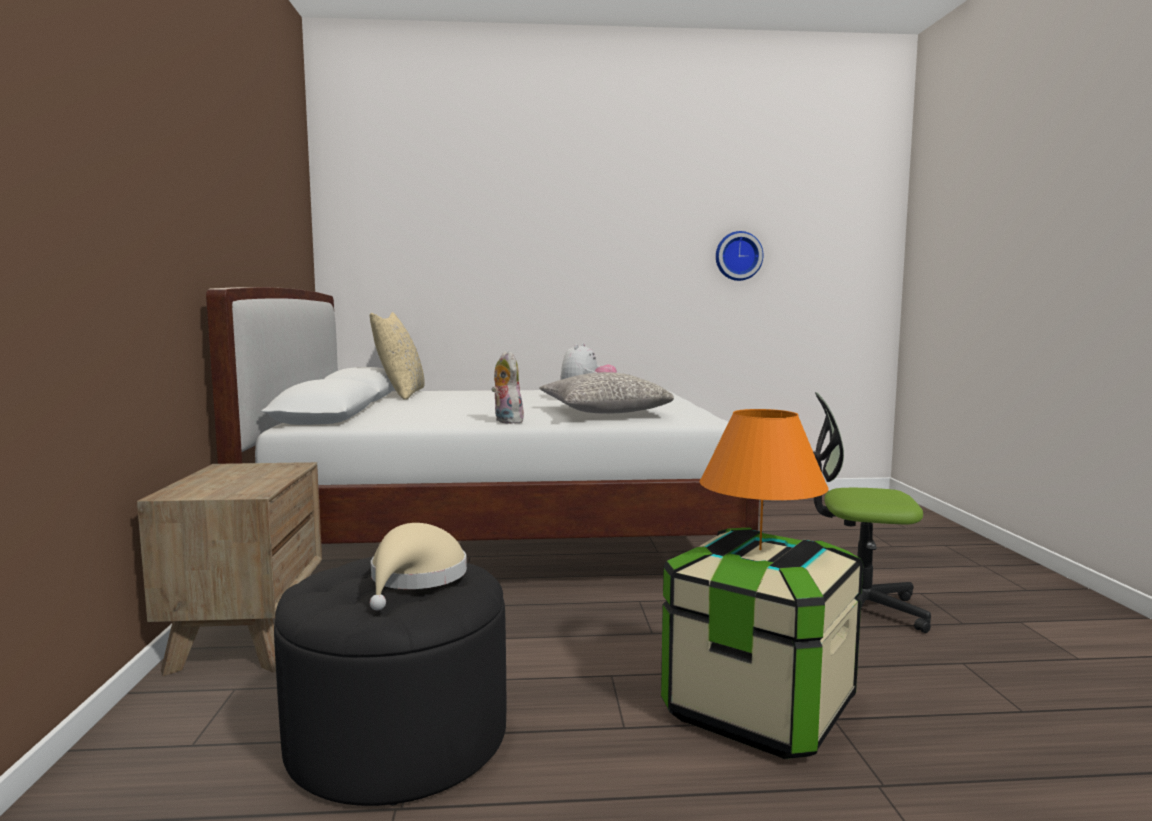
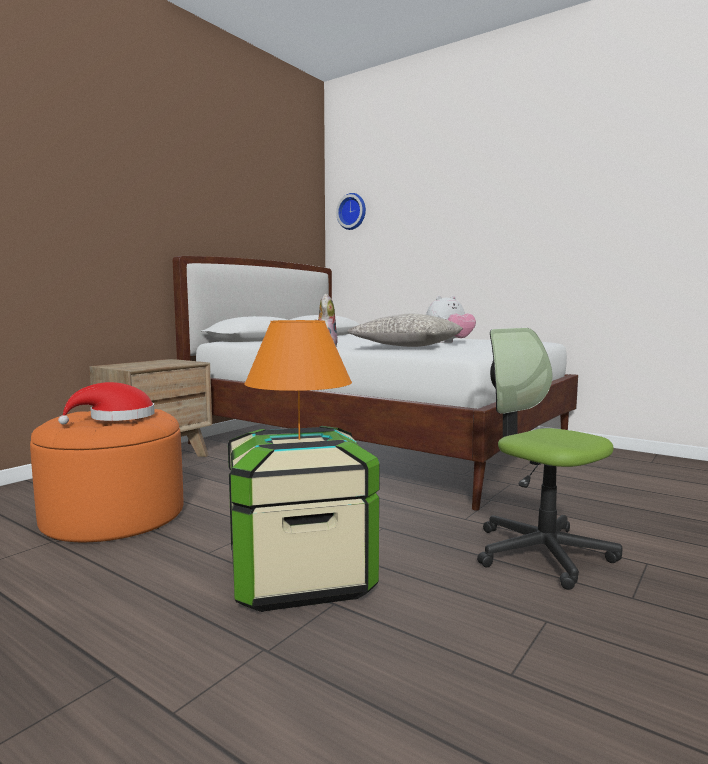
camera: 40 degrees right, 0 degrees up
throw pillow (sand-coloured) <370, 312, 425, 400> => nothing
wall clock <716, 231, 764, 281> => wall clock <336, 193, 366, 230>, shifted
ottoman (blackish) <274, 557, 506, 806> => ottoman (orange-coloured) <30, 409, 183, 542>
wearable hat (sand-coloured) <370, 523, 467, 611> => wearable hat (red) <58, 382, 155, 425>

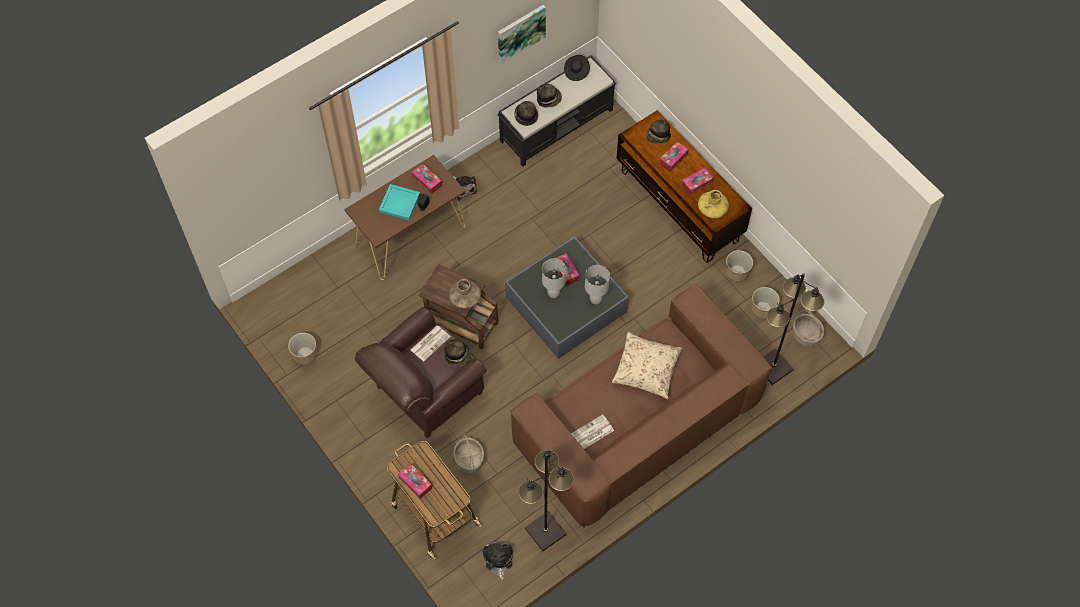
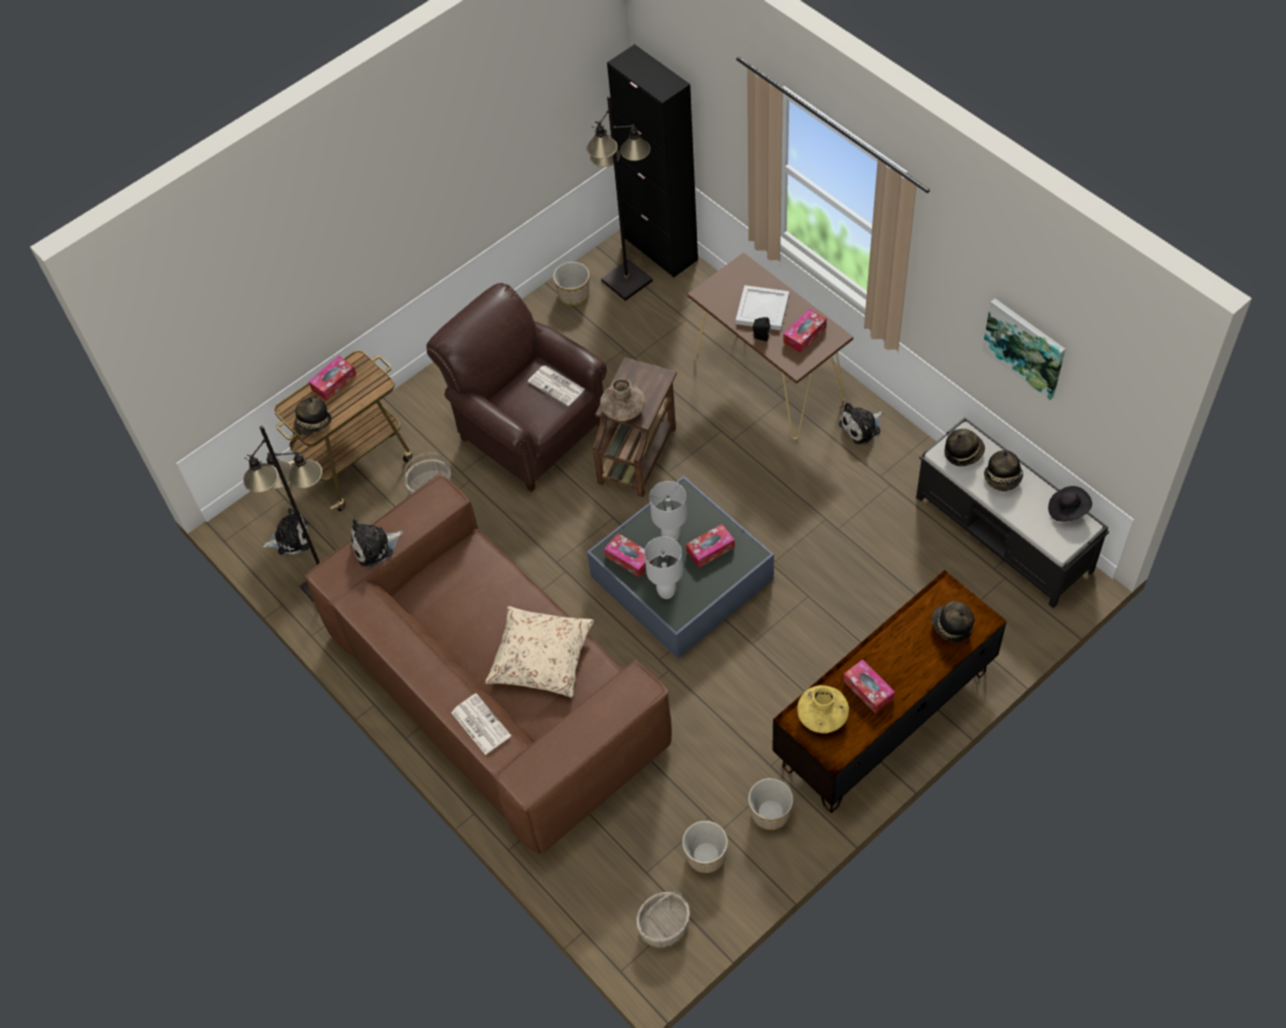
camera: 90 degrees right, 5 degrees down
nothing => cuddly toy <351, 518, 403, 567>
nothing => cupboard (blackish) <607, 44, 698, 278>
wearable hat <444, 339, 471, 366> => wearable hat <294, 397, 332, 435>, shifted
printed paper <571, 414, 614, 449> => printed paper <451, 693, 511, 755>, shifted
tissue box <659, 141, 689, 172> => tissue box <604, 533, 653, 578>, shifted
standard lamp (blackish) <764, 273, 824, 385> => standard lamp (blackish) <586, 96, 653, 301>, shifted
serving tray (turquoise) <379, 184, 420, 220> => serving tray (white-coloured) <736, 285, 789, 330>

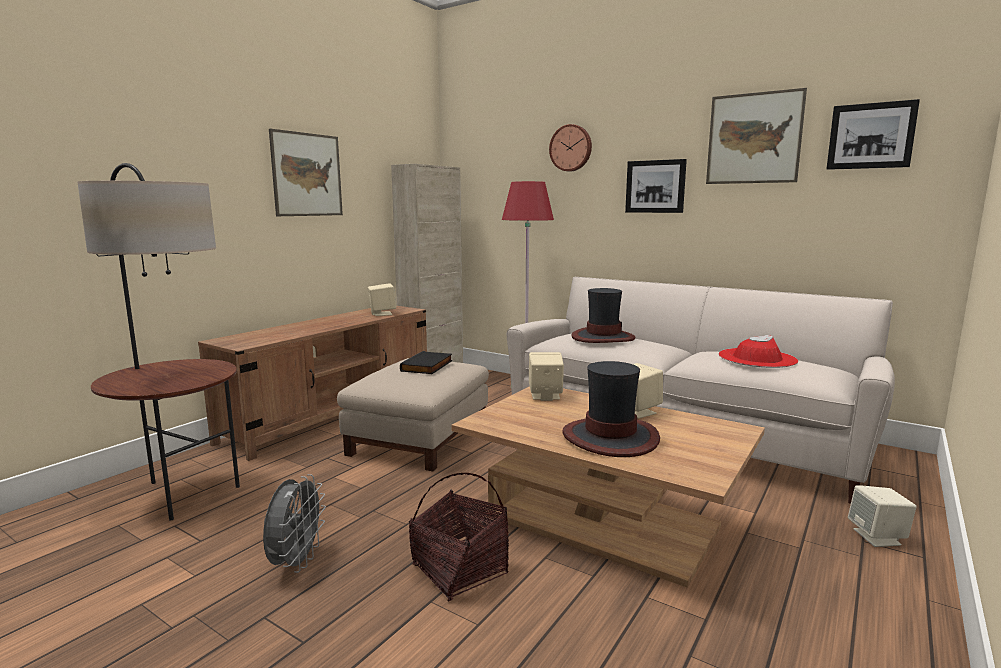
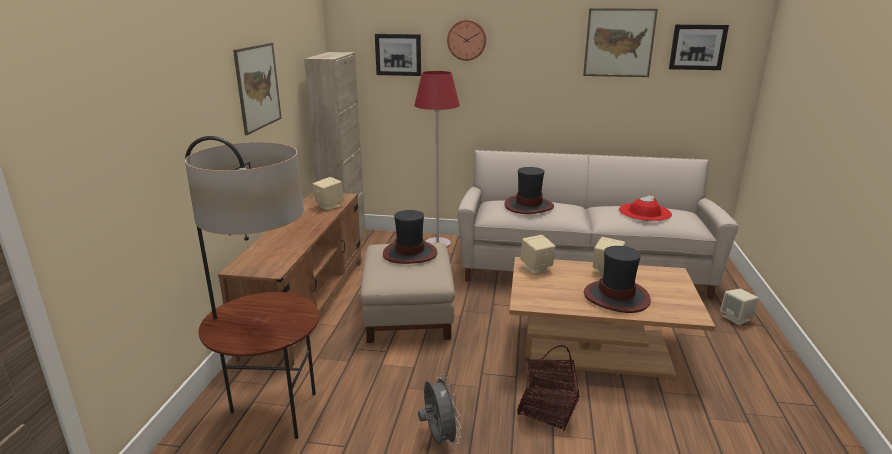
camera: 25 degrees left, 10 degrees up
wall picture <625, 159, 687, 213> => wall picture <375, 34, 421, 76>, shifted
volume (blackish) <400, 351, 453, 374> => wearable hat <383, 210, 437, 264>

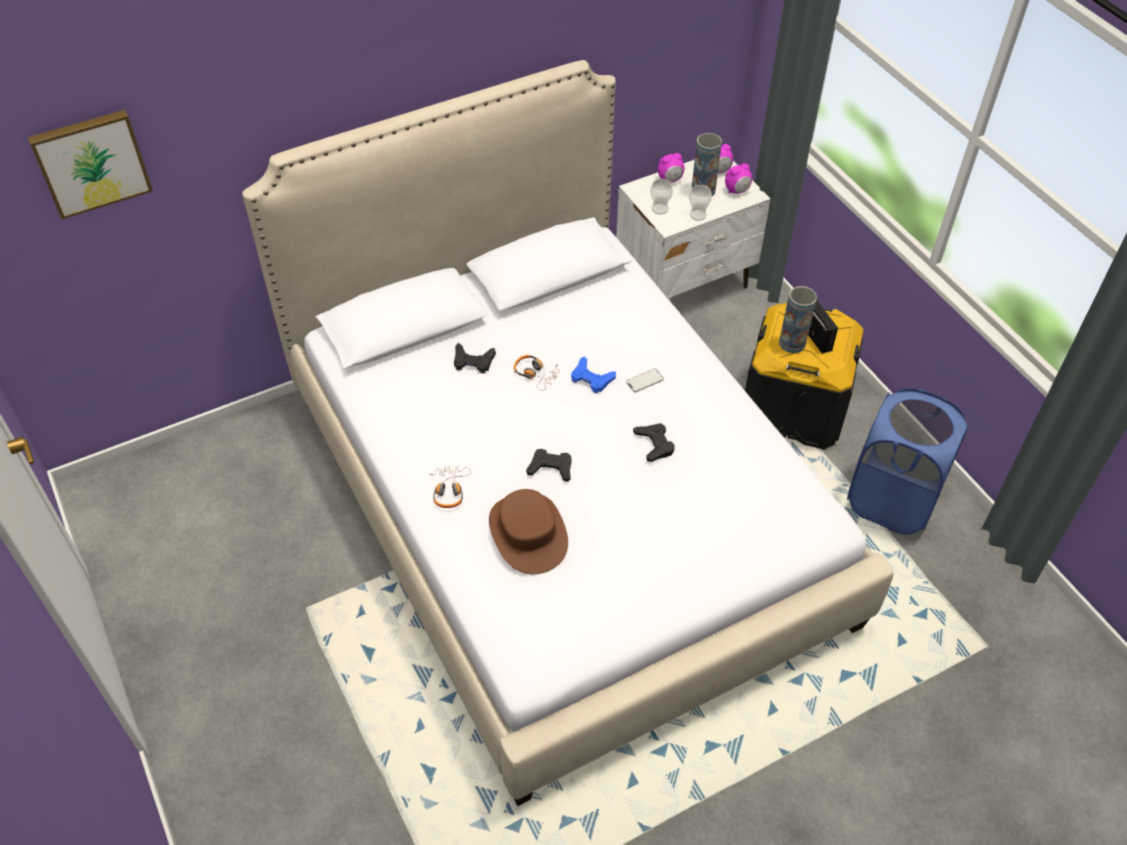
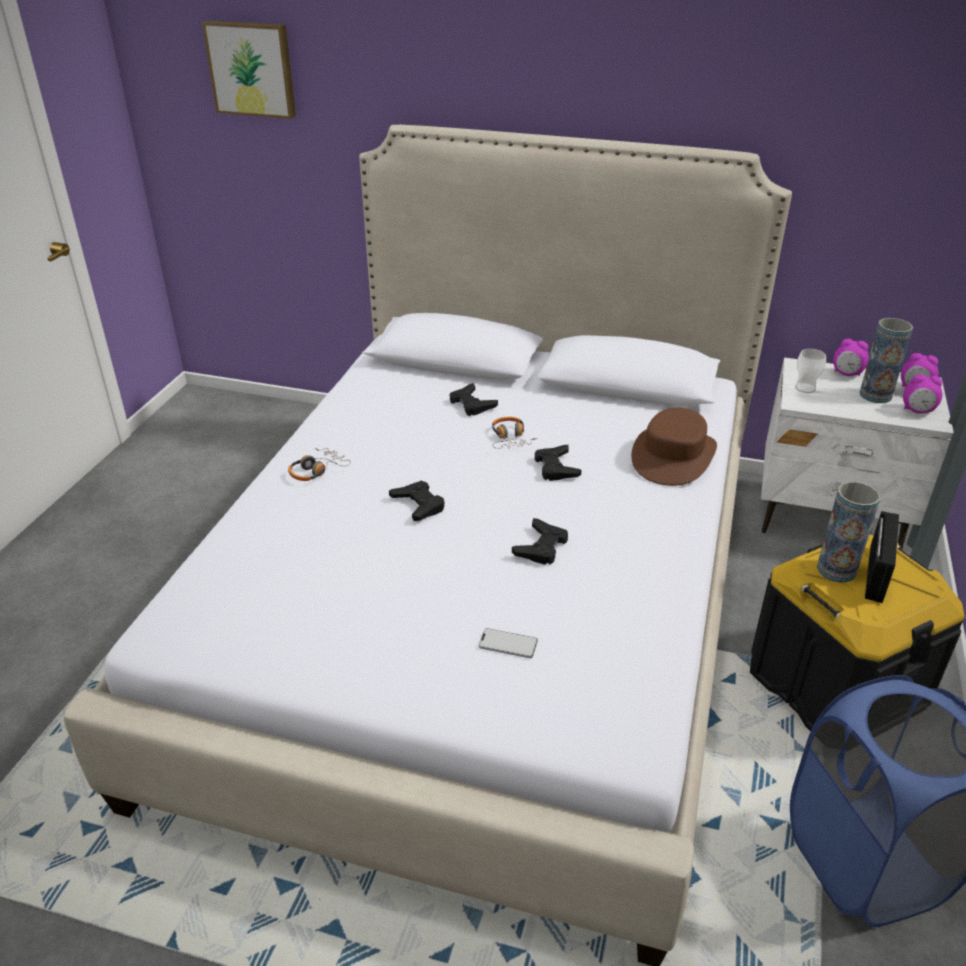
camera: 45 degrees right, 15 degrees down
small cup <689, 185, 712, 221> => nothing
wearable hat (brownish) <489, 489, 568, 574> => wearable hat (brownish) <631, 408, 717, 486>, shifted
handset <626, 368, 664, 392> => handset <479, 628, 538, 658>, shifted
game controller (blue-coloured) <571, 356, 616, 393> => game controller (blackish) <535, 445, 581, 481>

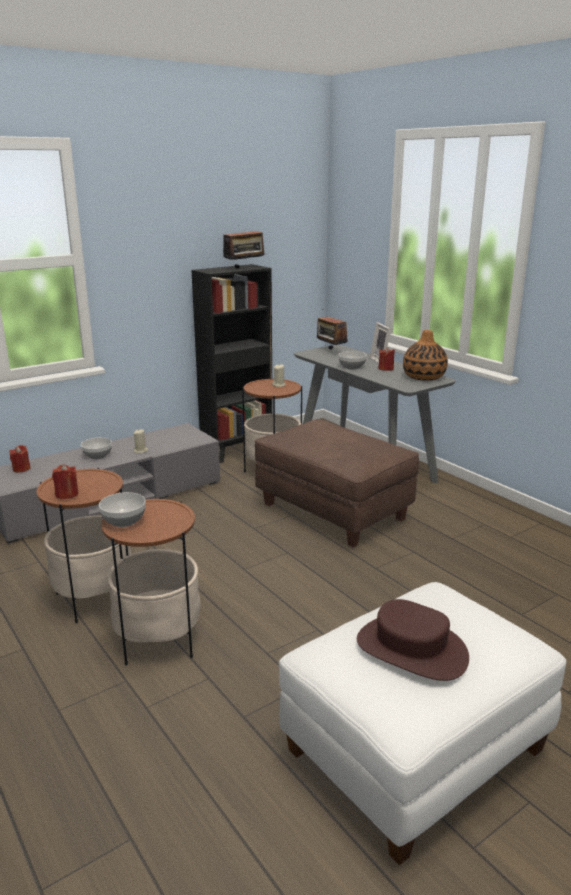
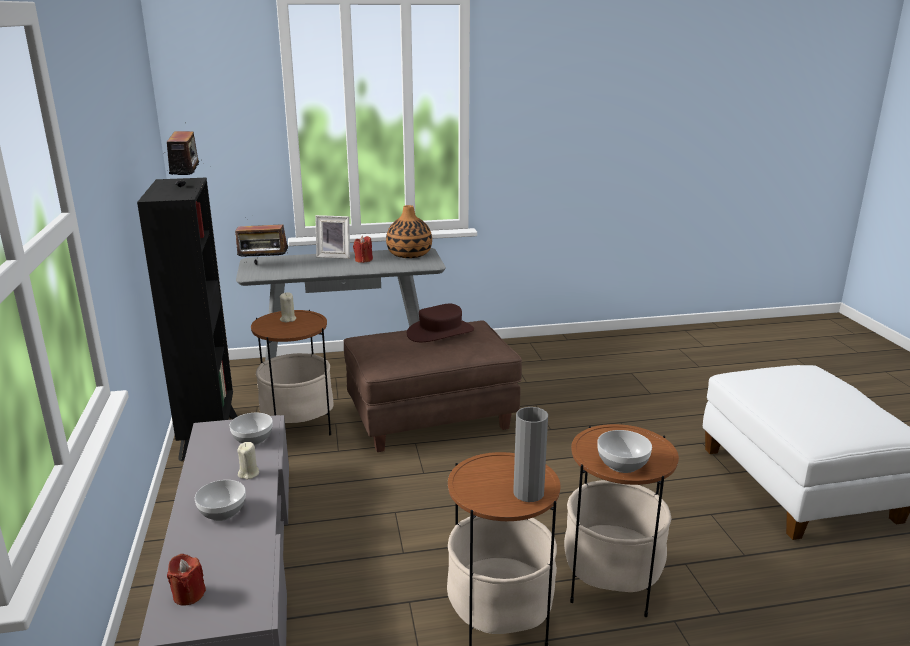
camera: 65 degrees left, 0 degrees up
bowl <338, 351, 367, 369> => bowl <230, 413, 273, 445>, shifted
wearable hat (brownish) <357, 599, 469, 681> => wearable hat (brownish) <407, 304, 474, 342>, shifted
wax light (red) <52, 464, 78, 499> => vase (grey) <513, 407, 548, 502>

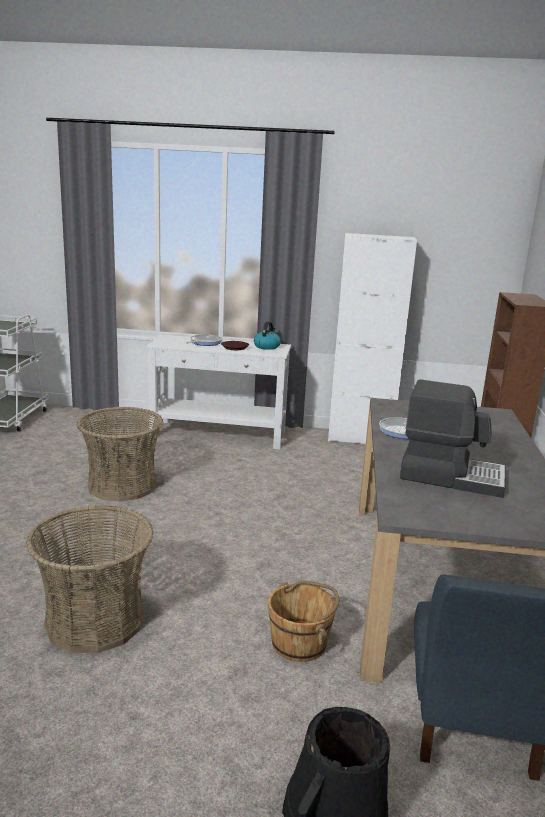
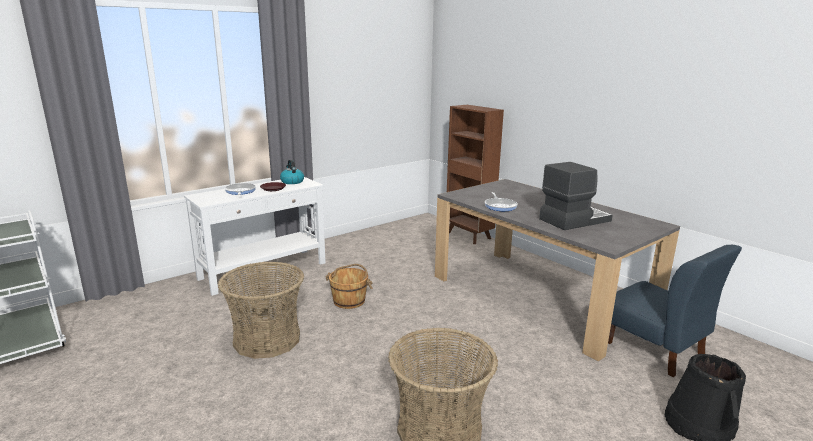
camera: 45 degrees left, 0 degrees up
cupboard (white-coloured) <328, 233, 417, 444> => nothing
bucket (brownish) <268, 581, 339, 662> => bucket (brownish) <326, 264, 372, 309>, shifted

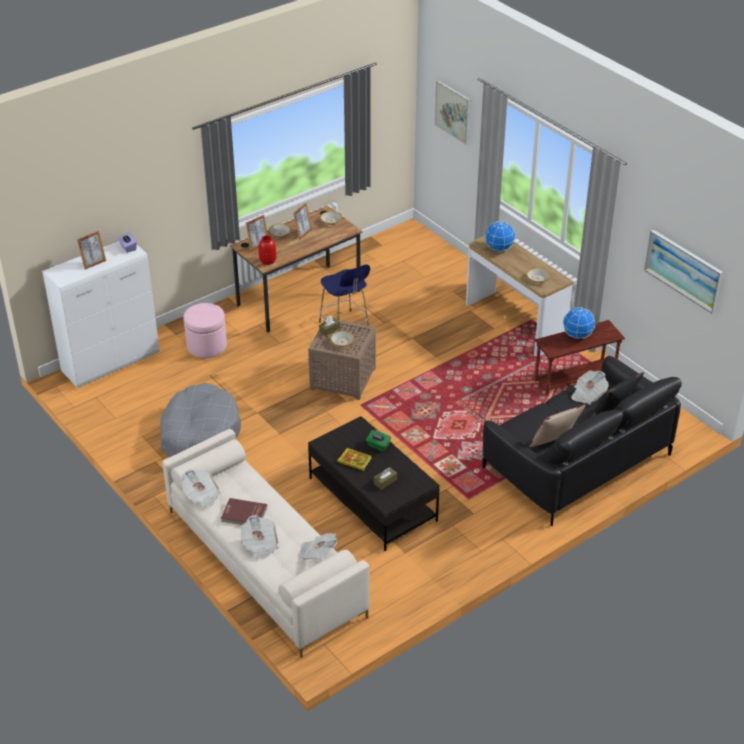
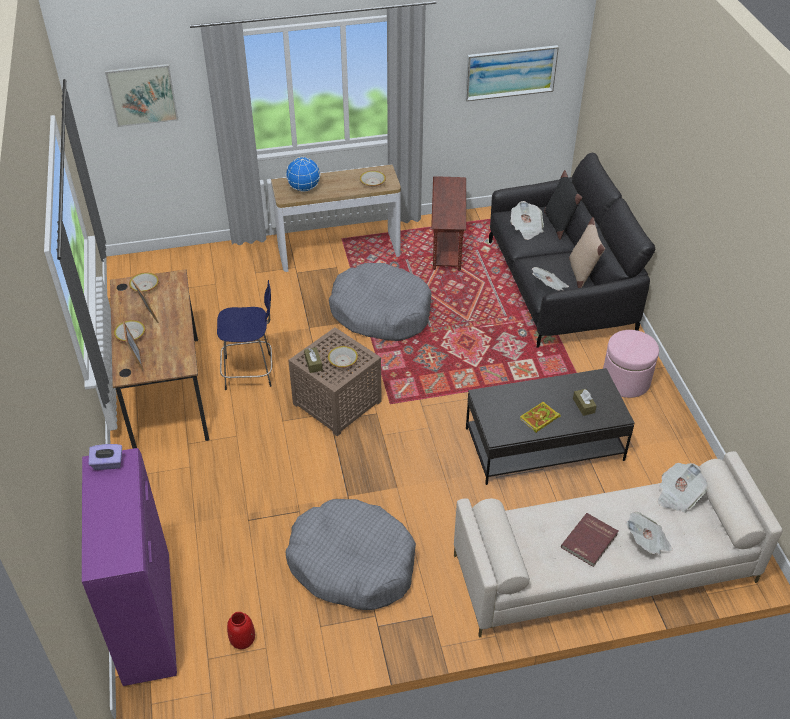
camera: 65 degrees left, 5 degrees up
photo frame <77, 231, 106, 270> => nothing
tissue box (greenish) <366, 430, 391, 451> => nothing
globe <563, 307, 595, 339> => nothing
nothing => pet bed (grey) <329, 263, 432, 341>
printed paper <181, 469, 221, 508> => printed paper <532, 267, 569, 291>, shifted
ottoman (pinkish) <183, 303, 227, 358> => ottoman (pinkish) <603, 330, 659, 398>, shifted
vase (red) <259, 235, 276, 265> => vase (red) <227, 612, 255, 649>, shifted
cupboard (white-coloured) <42, 241, 159, 388> => cupboard (purple) <82, 448, 177, 686>

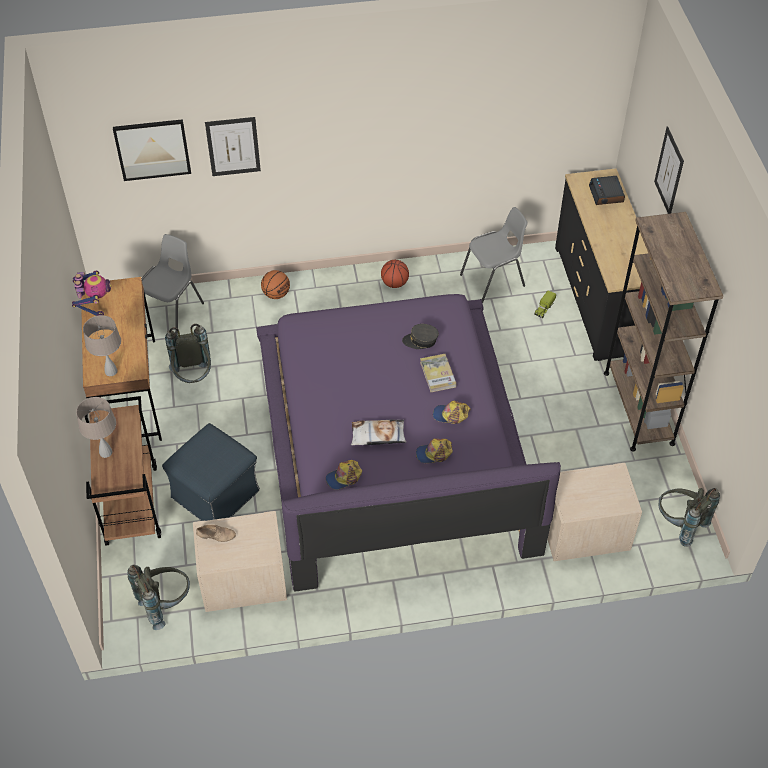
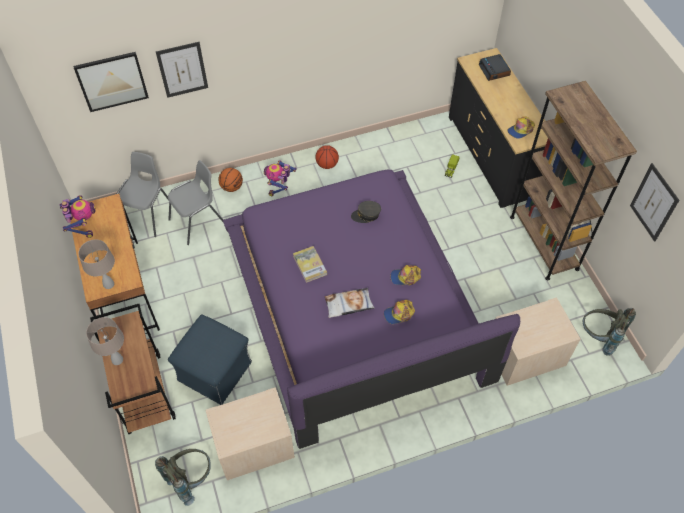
camera: 10 degrees left, 5 degrees up
backpack (grey) <165, 324, 211, 383> => nothing
item of footwear (sand-coloured) <196, 525, 236, 542> => nothing
nothing => robot figure <264, 160, 297, 196>
baseball cap <326, 460, 362, 490> => baseball cap <507, 116, 535, 139>, shifted
volume <420, 354, 456, 392> => volume <293, 246, 327, 283>, shifted
chair (grey) <460, 207, 528, 304> => chair (grey) <168, 160, 223, 245>, shifted
wall picture <654, 127, 684, 214> => wall picture <630, 163, 679, 242>, shifted

